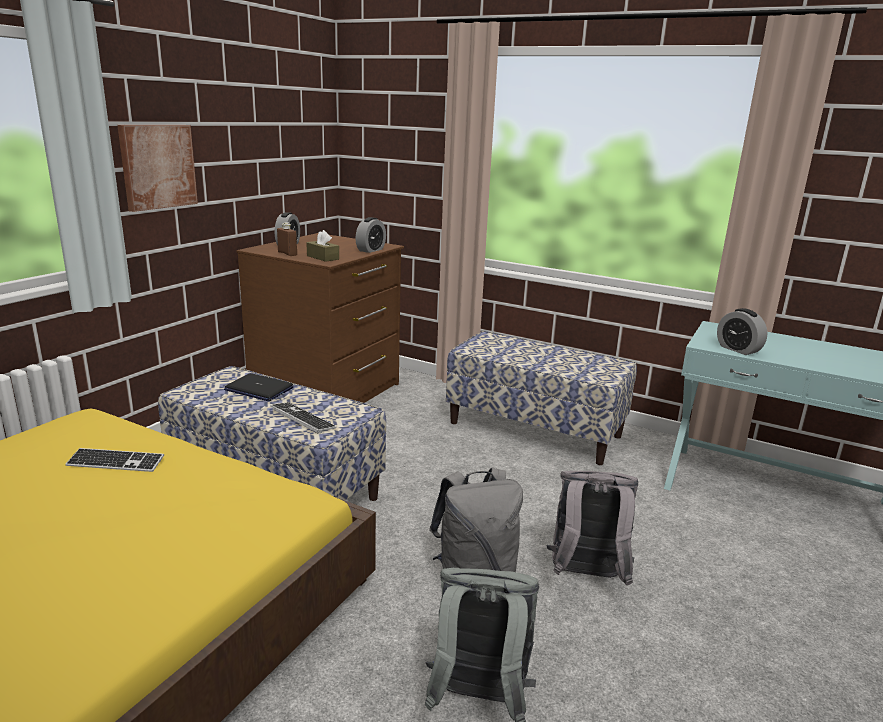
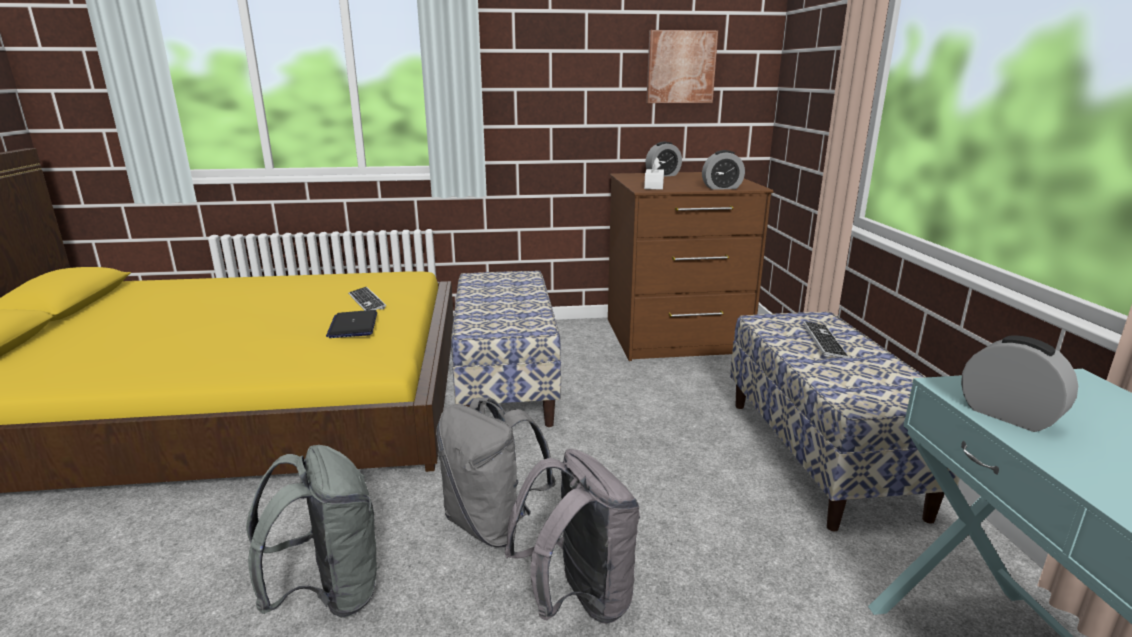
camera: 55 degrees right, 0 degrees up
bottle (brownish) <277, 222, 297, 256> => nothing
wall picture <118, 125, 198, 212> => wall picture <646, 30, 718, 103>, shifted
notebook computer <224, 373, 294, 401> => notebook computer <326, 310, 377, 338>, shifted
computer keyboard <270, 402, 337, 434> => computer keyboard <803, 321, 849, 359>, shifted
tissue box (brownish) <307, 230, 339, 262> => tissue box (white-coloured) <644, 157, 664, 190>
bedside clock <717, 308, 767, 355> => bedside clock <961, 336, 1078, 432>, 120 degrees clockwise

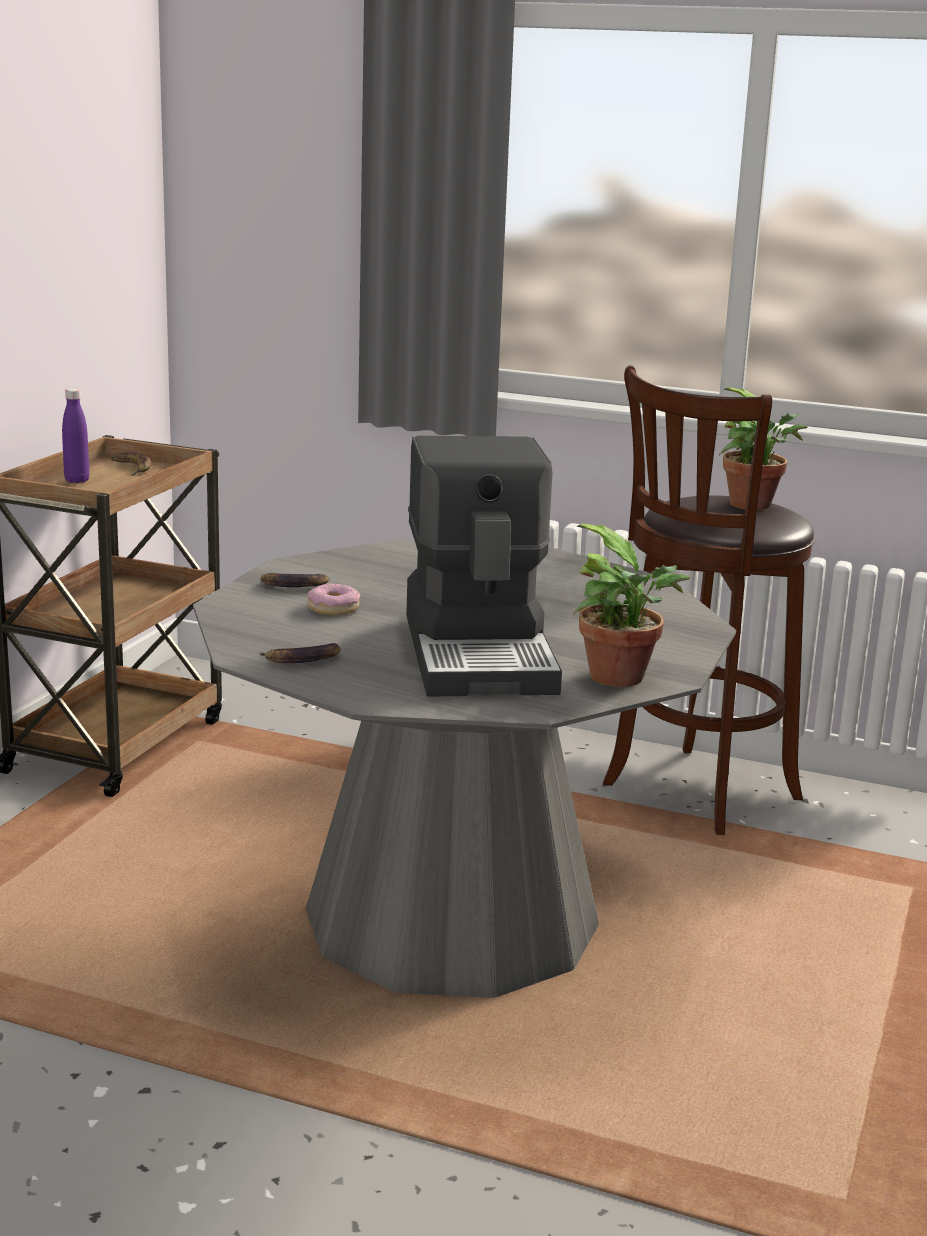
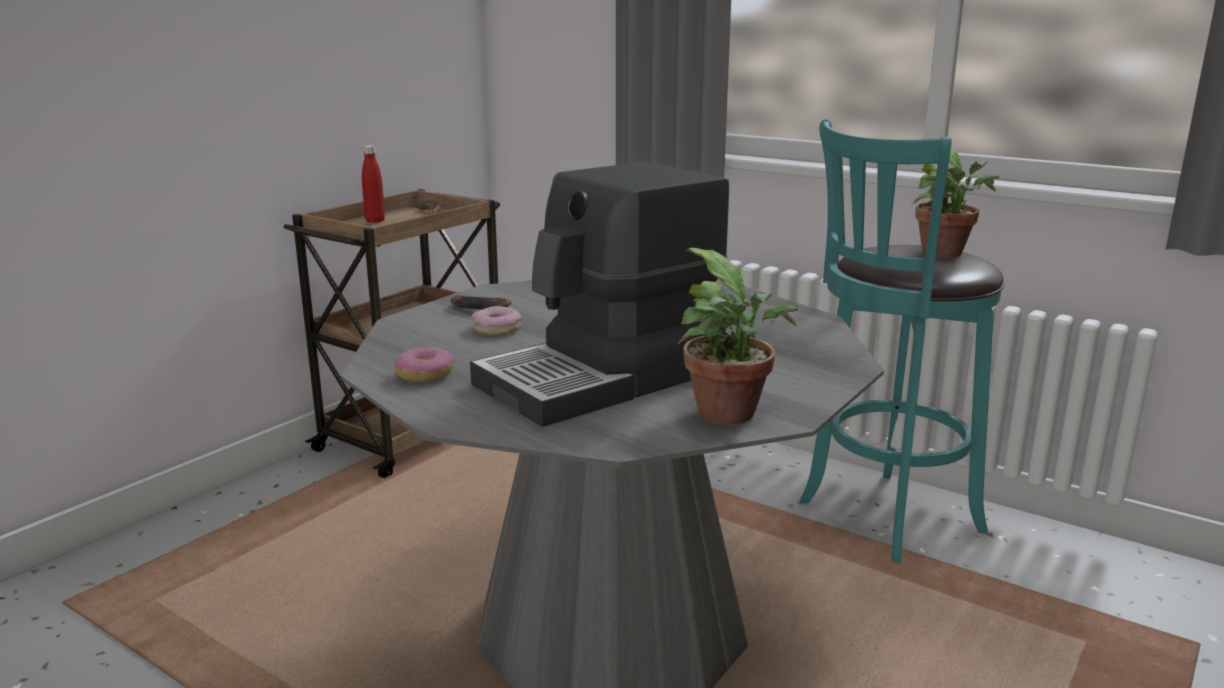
camera: 15 degrees right, 0 degrees up
whole banana <259, 643, 341, 663> => doughnut <395, 347, 454, 382>
bottle (purple) <62, 388, 89, 483> => bottle (red) <362, 145, 385, 223>
stool seat (brownish) <603, 365, 815, 835> => stool seat (turquoise) <800, 119, 1004, 563>
coffee maker <406, 436, 562, 697> => coffee maker <470, 162, 729, 427>, 45 degrees clockwise

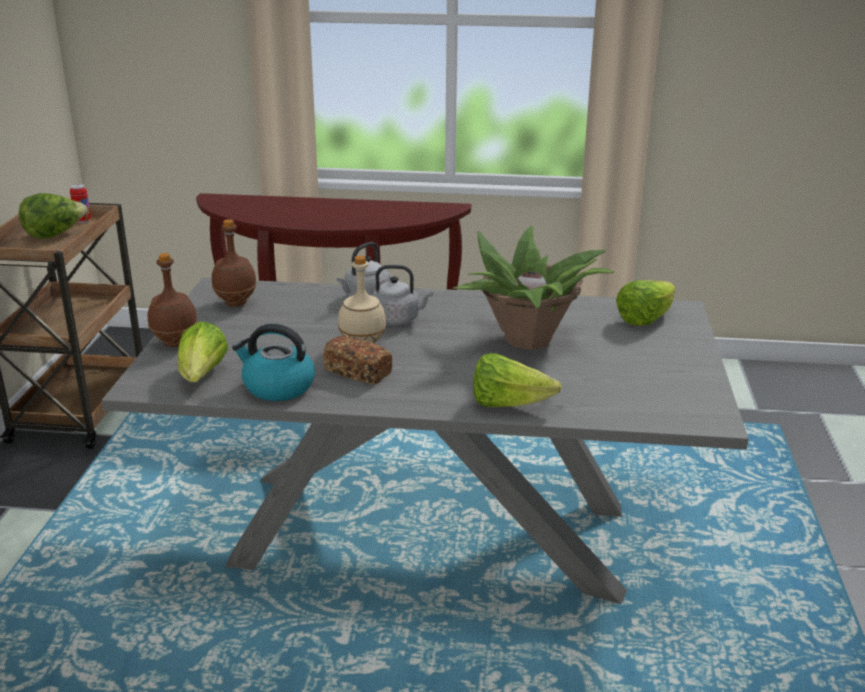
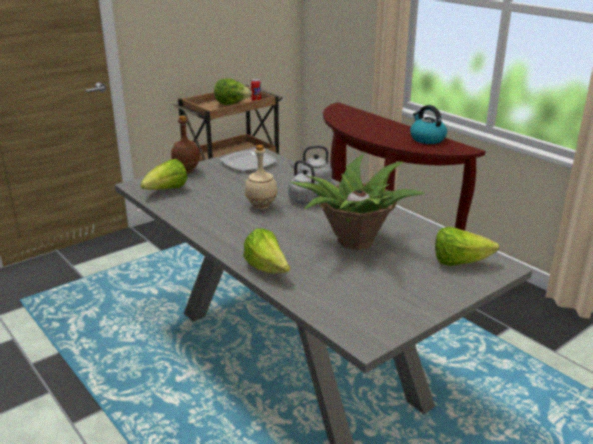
camera: 45 degrees right, 0 degrees up
bread <323, 336, 392, 385> => nothing
tea kettle <232, 324, 315, 401> => tea kettle <410, 105, 447, 144>, shifted
bottle (brownish) <212, 219, 257, 307> => dinner plate <221, 150, 277, 171>

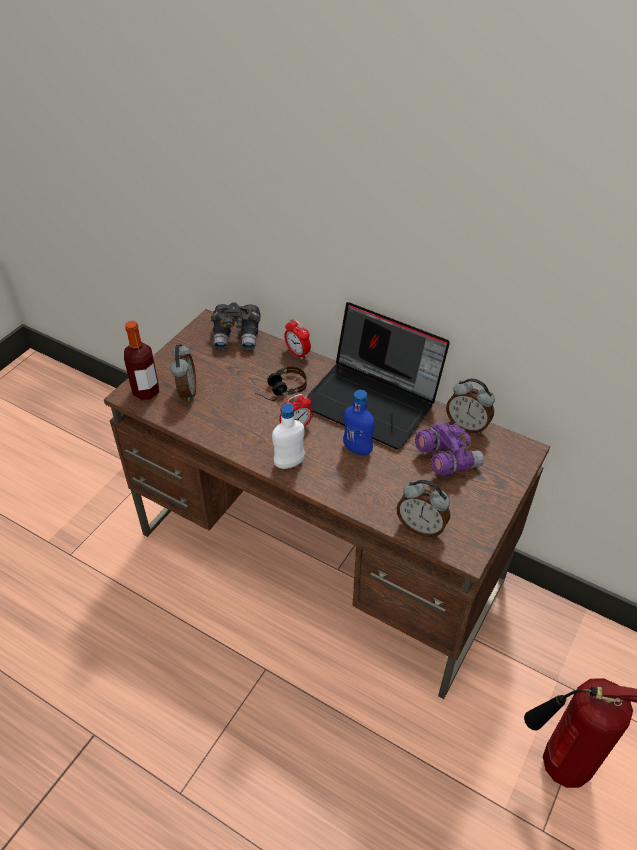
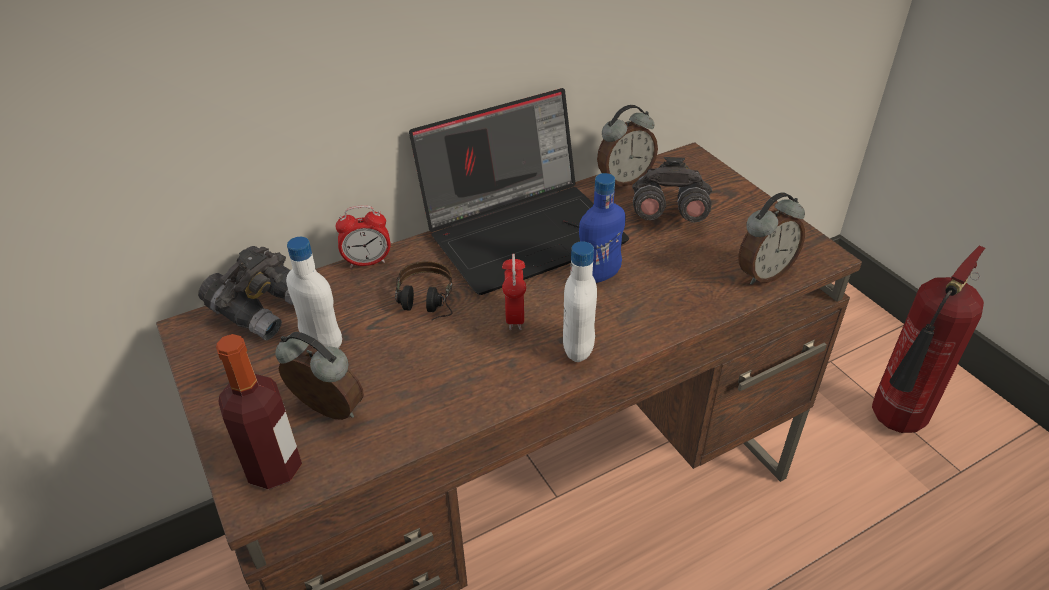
camera: 60 degrees left, 5 degrees down
nothing => bottle (white-coloured) <286, 237, 342, 348>
pair of binoculars (purple) <415, 423, 484, 475> => pair of binoculars (grey) <632, 157, 712, 222>

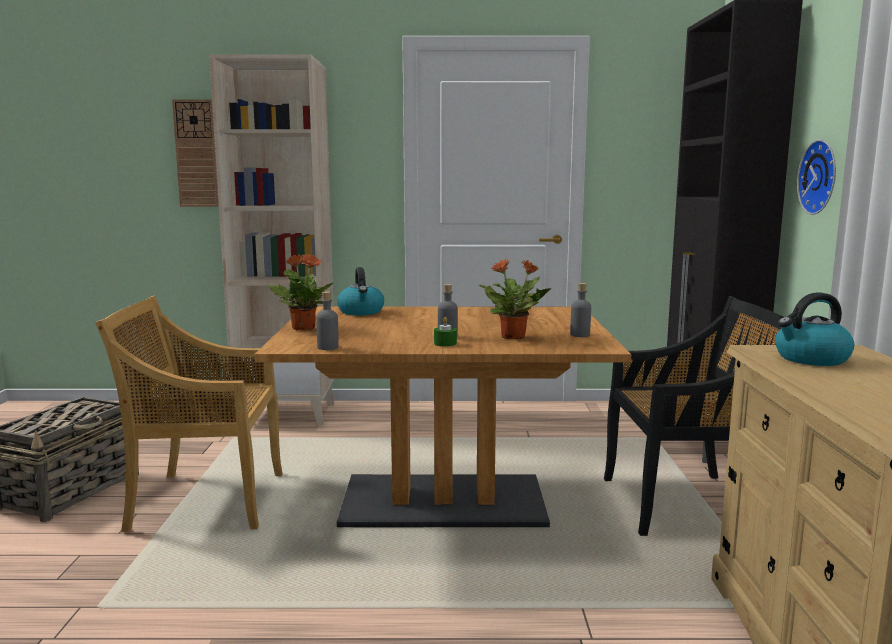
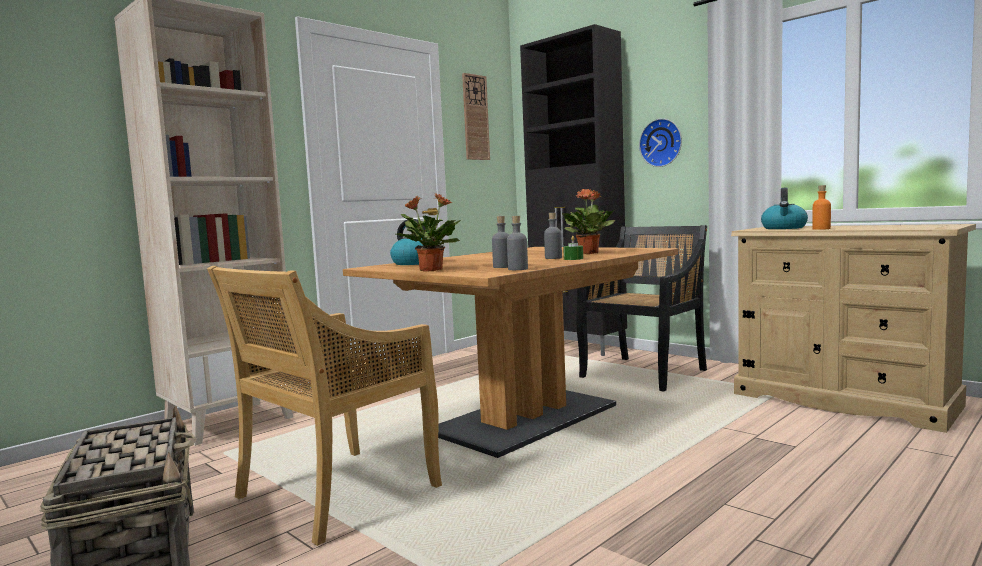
camera: 45 degrees left, 5 degrees down
nothing => bottle (orange-coloured) <812, 185, 831, 230>
wall clock <172, 99, 219, 207> => wall clock <462, 73, 490, 160>, shifted
bottle (grey) <570, 283, 591, 337> => bottle (grey) <492, 216, 509, 268>, shifted

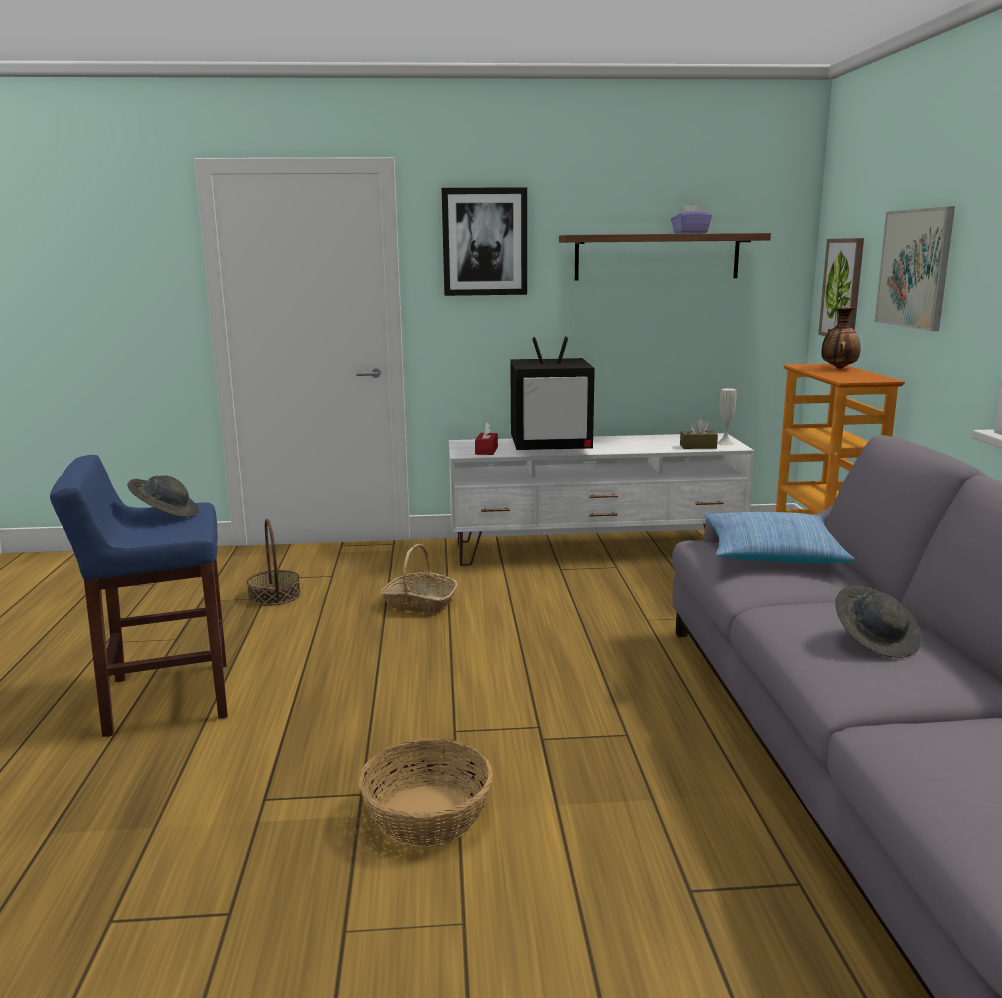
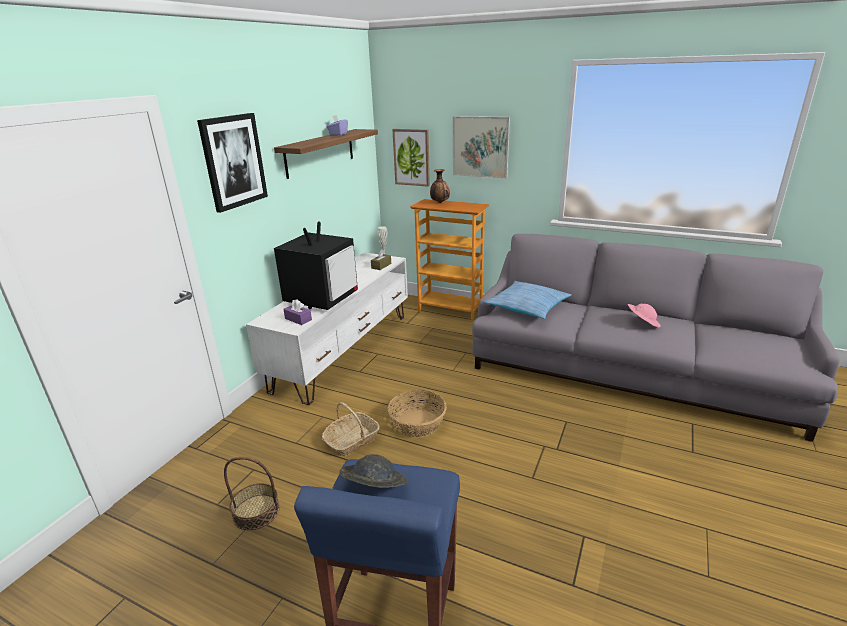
camera: 60 degrees left, 10 degrees up
household basket <359, 738, 493, 847> => household basket <388, 390, 447, 438>, shifted
tissue box (red) <475, 422, 498, 455> => tissue box (purple) <283, 299, 312, 325>
wearable hat (grey) <835, 585, 922, 658> => wearable hat (pinkish) <628, 304, 661, 328>

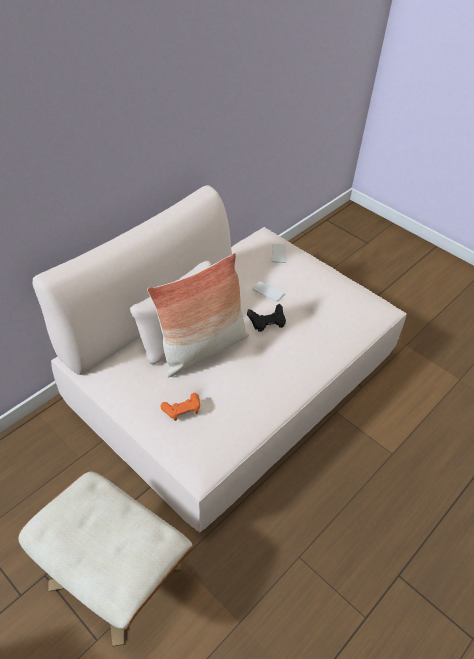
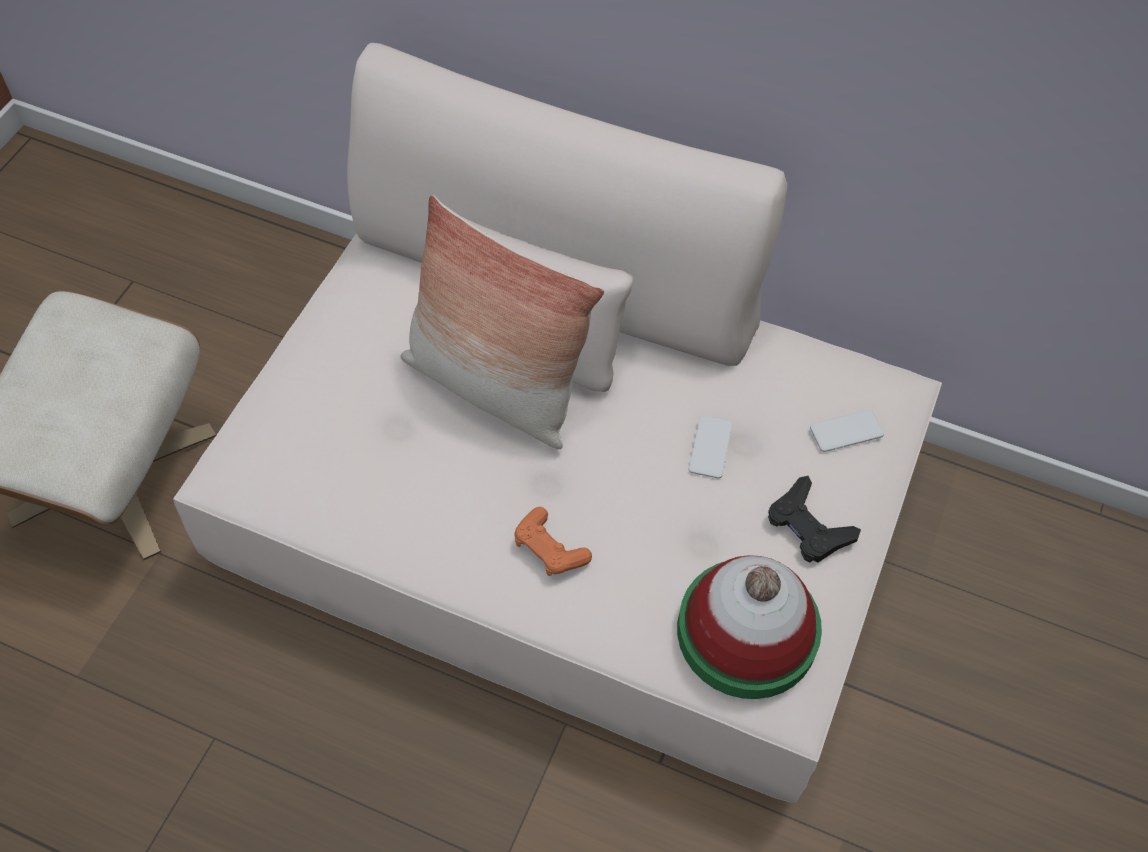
camera: 70 degrees right, 10 degrees up
nothing => wearable hat <677, 555, 822, 699>
game controller (orange-coloured) <160, 393, 200, 421> => game controller (orange-coloured) <514, 507, 592, 576>, shifted
game controller (blackish) <247, 304, 286, 332> => game controller (blackish) <768, 476, 861, 563>, shifted

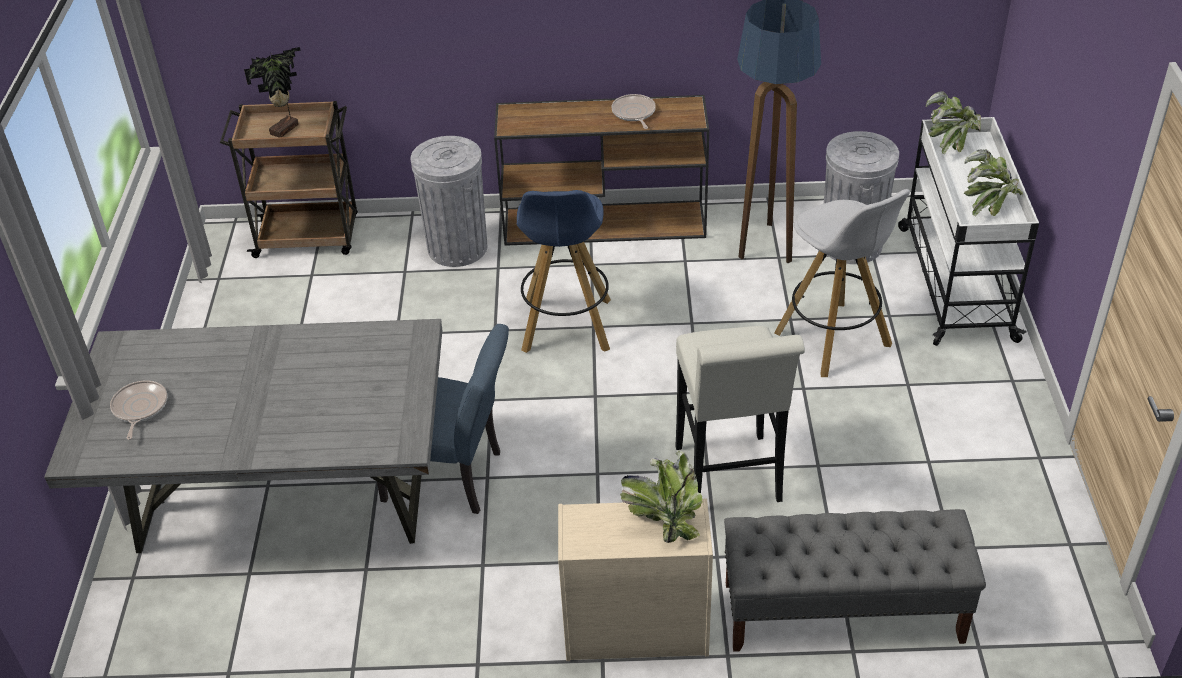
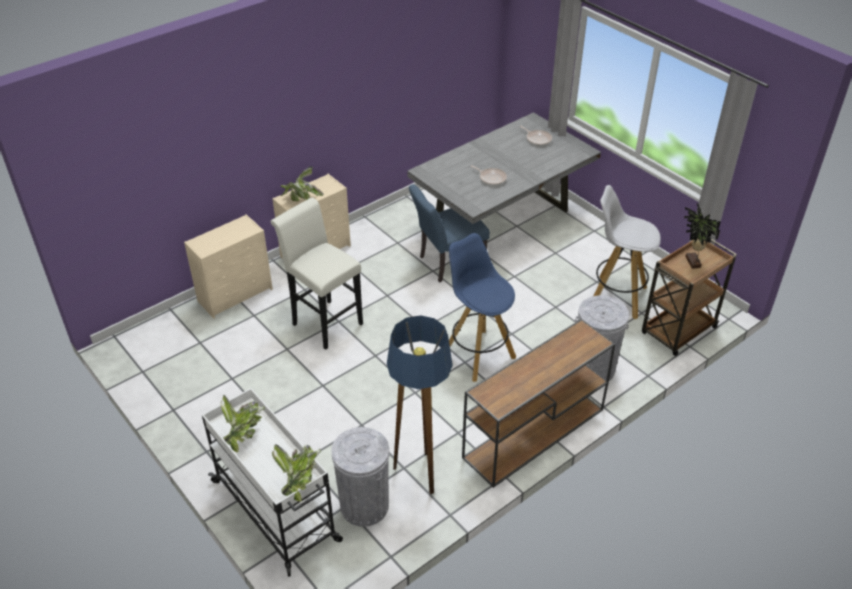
camera: 140 degrees right, 0 degrees up
frying pan <611, 94, 656, 129> => frying pan <471, 165, 507, 185>, shifted
stool seat (white-coloured) <774, 189, 910, 377> => stool seat (white-coloured) <593, 185, 661, 319>, shifted
long seat (grey) <724, 509, 986, 652> => dresser (sand-coloured) <184, 214, 273, 319>

